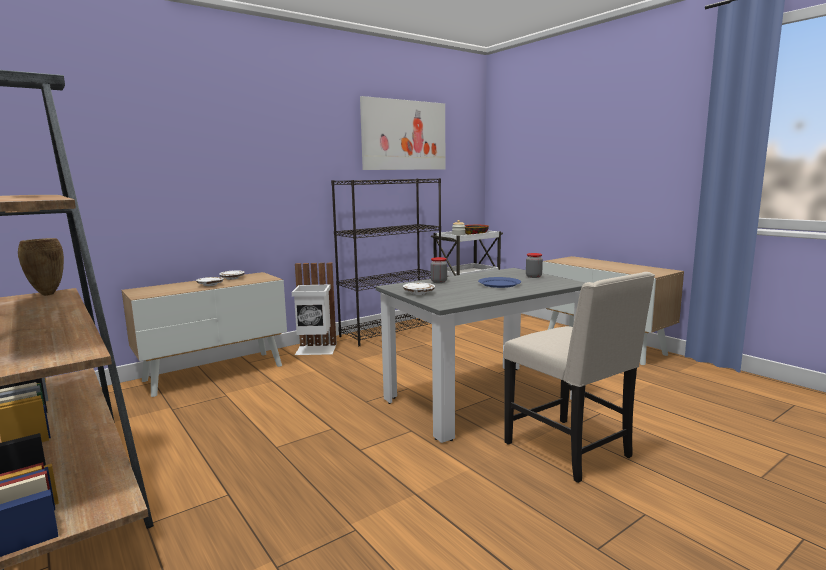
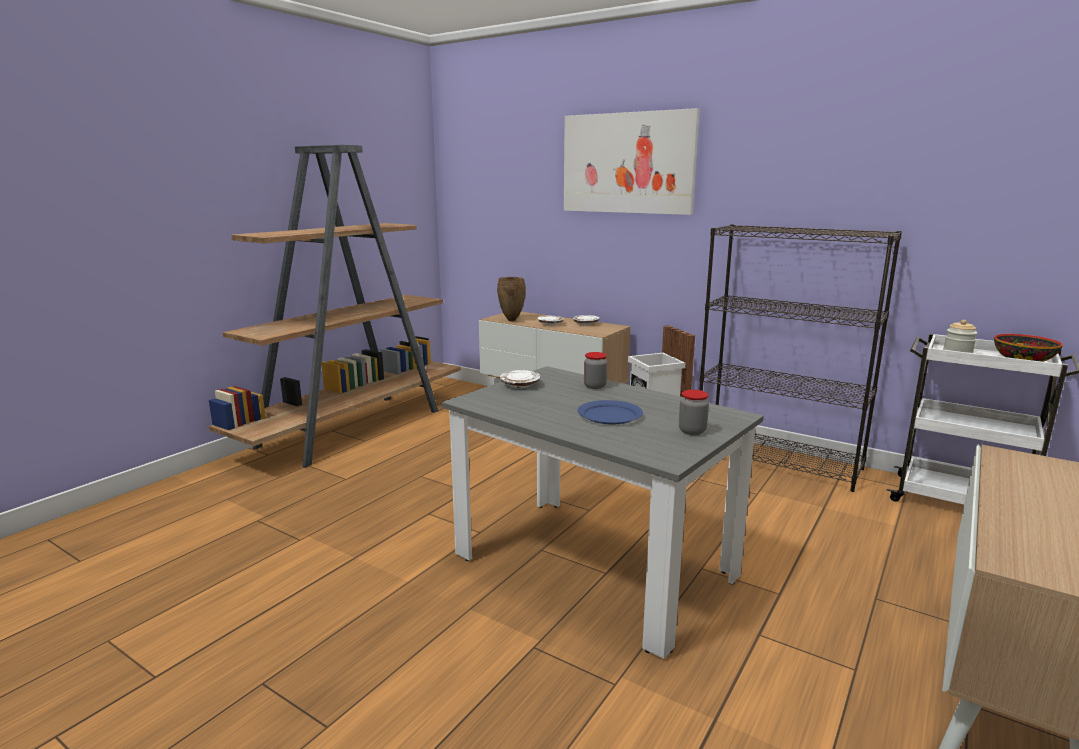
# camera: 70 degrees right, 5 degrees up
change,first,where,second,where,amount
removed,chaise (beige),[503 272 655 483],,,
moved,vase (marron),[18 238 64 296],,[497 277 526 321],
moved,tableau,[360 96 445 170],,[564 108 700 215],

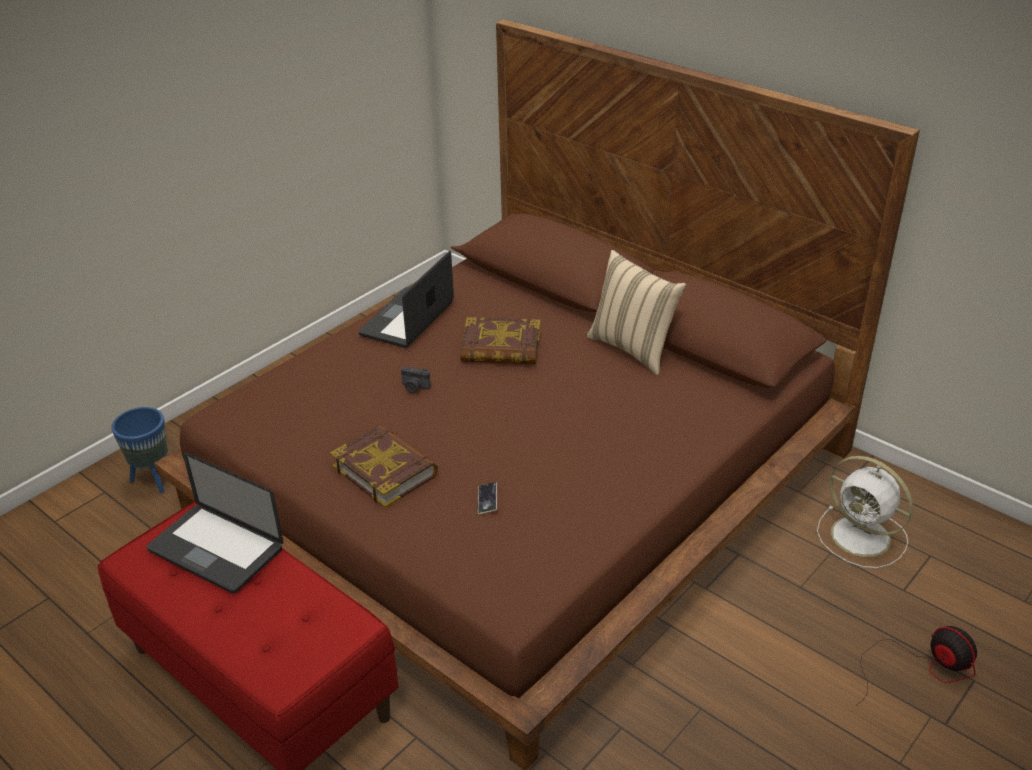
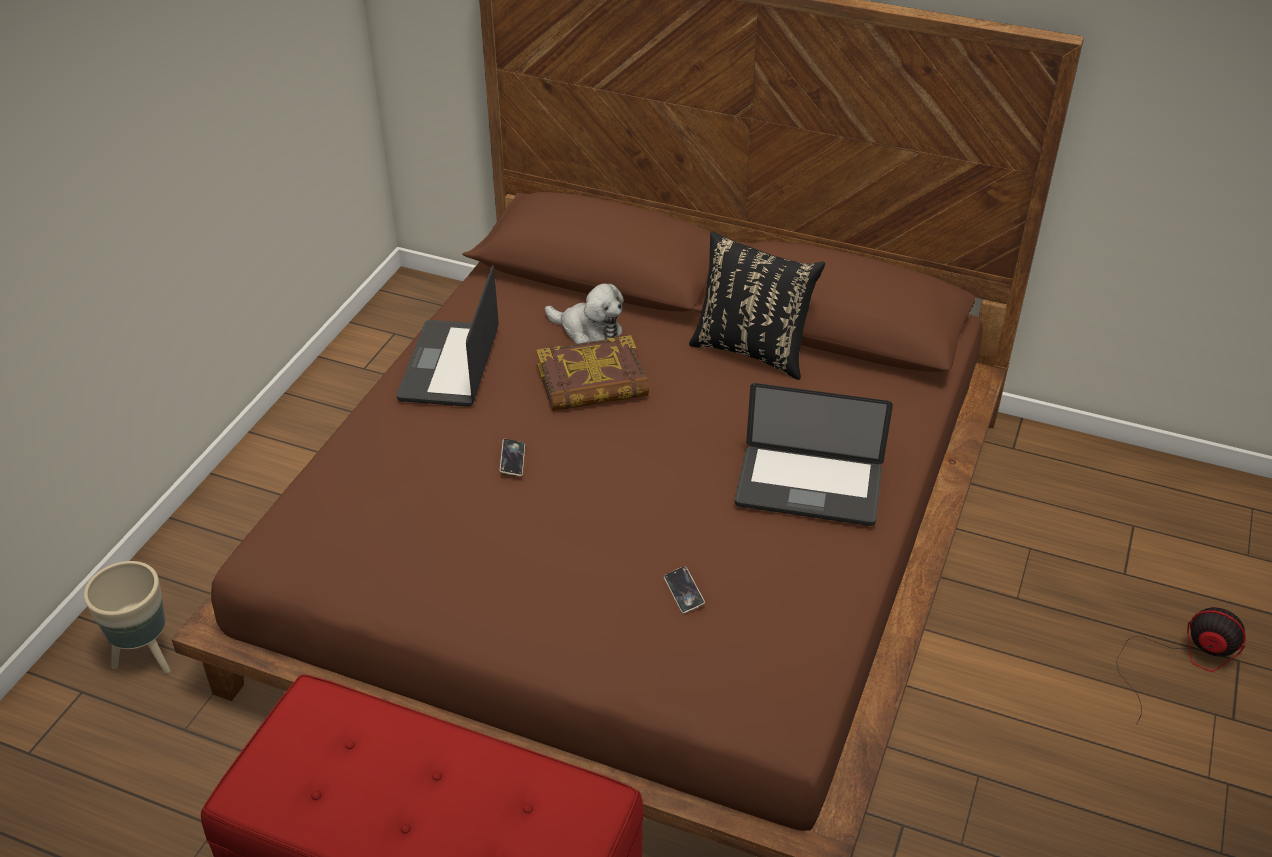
# camera: 20 degrees left, 5 degrees up
change,first,where,second,where,amount
removed,livre,[330 425 438 508],,,
removed,ventilateur (blanc),[817 456 913 568],,,
added,,,peluche,[545 283 624 344],
moved,ordinateur portable,[147 452 283 593],,[735 383 893 526],
replaced,appareil photo,[401 367 431 393],téléphone,[500 439 525 476],
recoloured,cache-pot (bleu),[111 407 168 493],cache-pot (beige),[84 561 170 674],
recoloured,coussin (beige),[587 250 686 375],coussin (noir),[689 232 825 380],

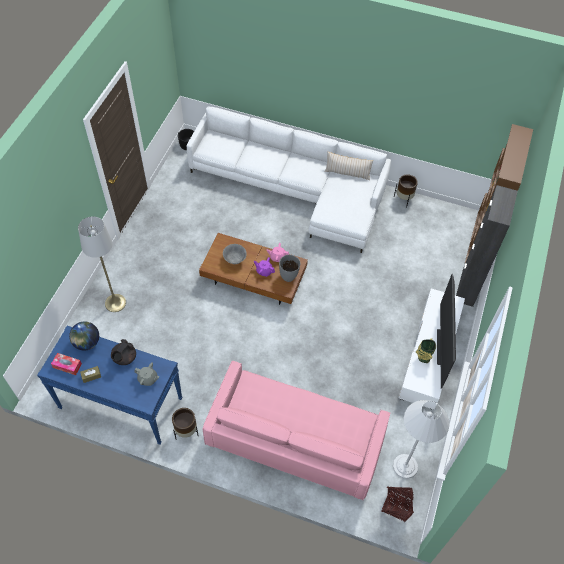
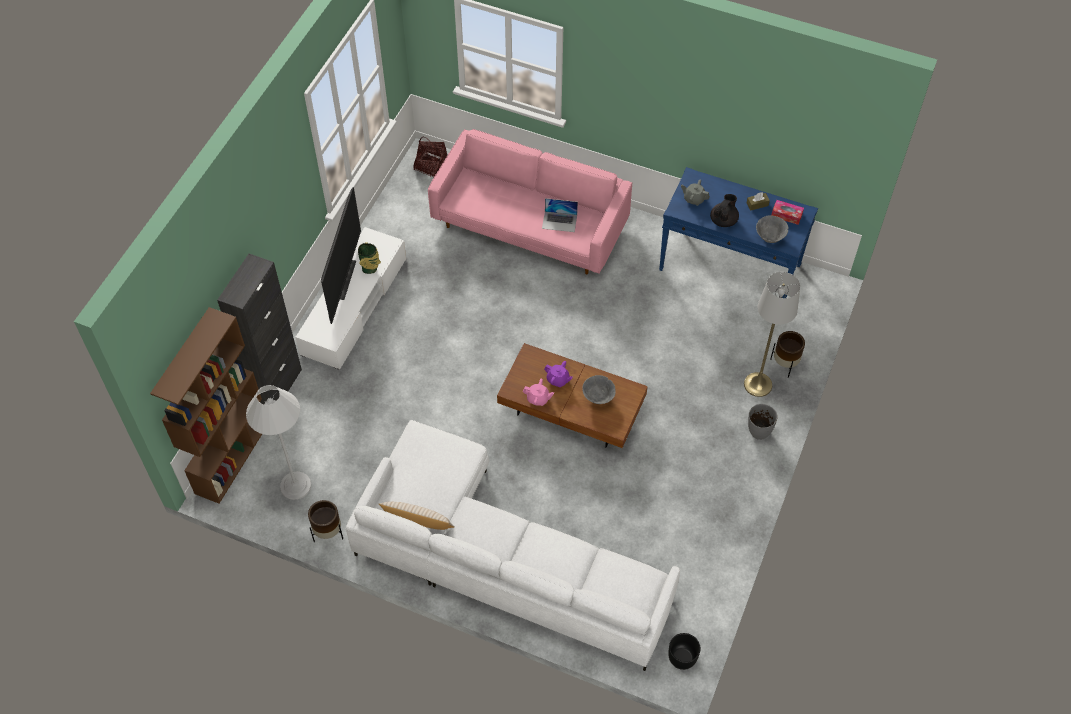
# camera: 175 degrees left, 0 degrees up
change,first,where,second,where,amount
added,,,ordinateur portable,[542 198 578 232],
moved,cache-pot (marron),[172 408 199 439],,[770 331 805 378],
moved,vase (gris),[279 254 300 282],,[748 404 778 440],
moved,lampadaire (blanc),[393 400 449 479],,[246 385 311 500],
replaced,globe,[69 321 99 351],bol (gris),[756 215 788 243],

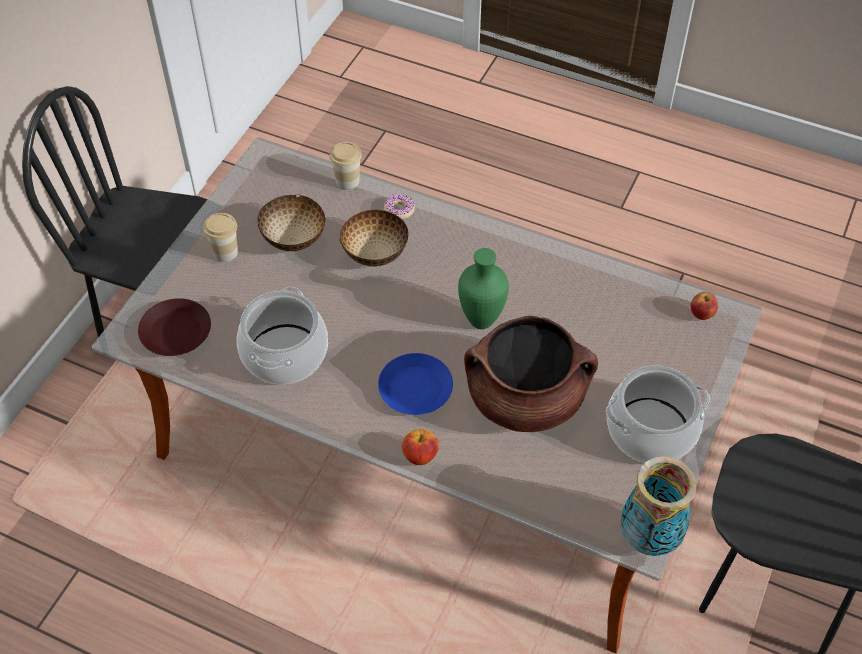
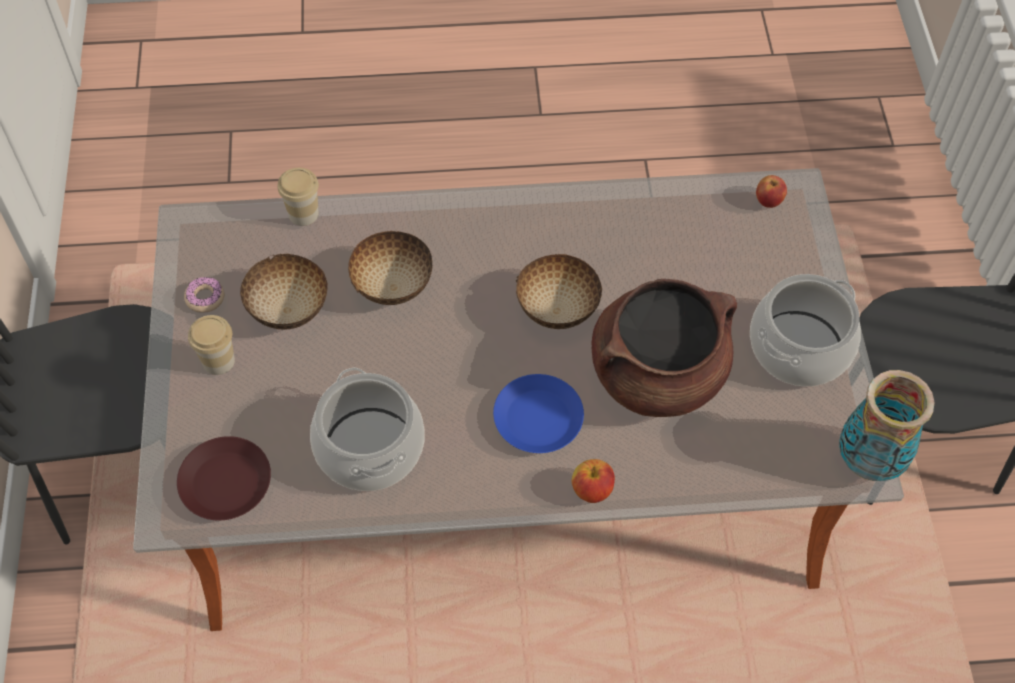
# camera: 30 degrees left, 5 degrees up
change,first,where,second,where,amount
moved,beignet,[384 194 415 220],,[184 277 224 312],
replaced,vase (vert),[458 248 509 329],bol,[516 254 602 329],

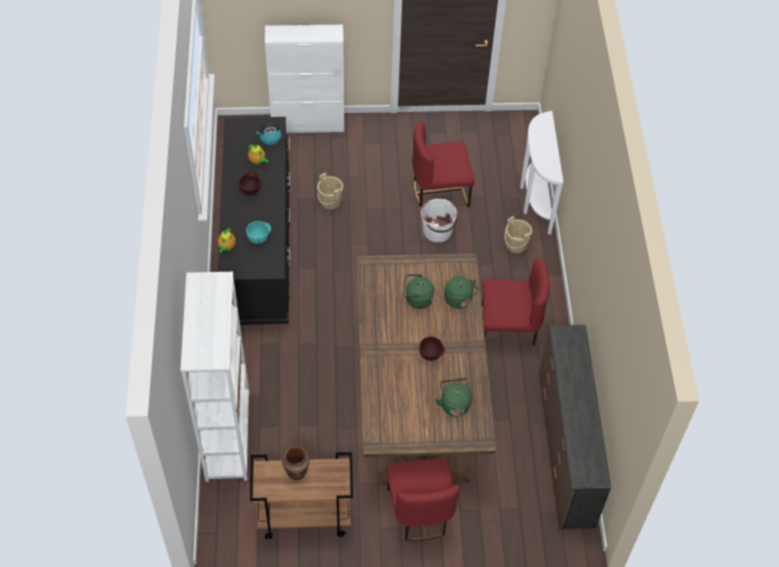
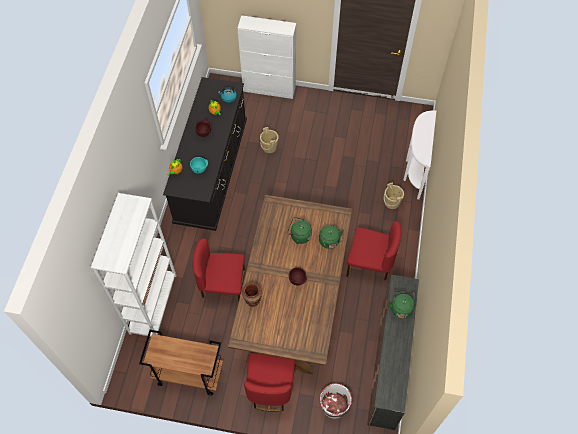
# camera: 15 degrees right, 5 degrees up
change,first,where,second,where,amount
moved,vase (marron),[281 446 310 480],,[242 283 262 307],
moved,chaise (rouge),[412 121 475 208],,[193 238 245 300],
moved,seau (blanc),[421 198 458 242],,[320 384 352 418],
moved,bouilloire (vert),[435 378 472 417],,[387 291 415 318],

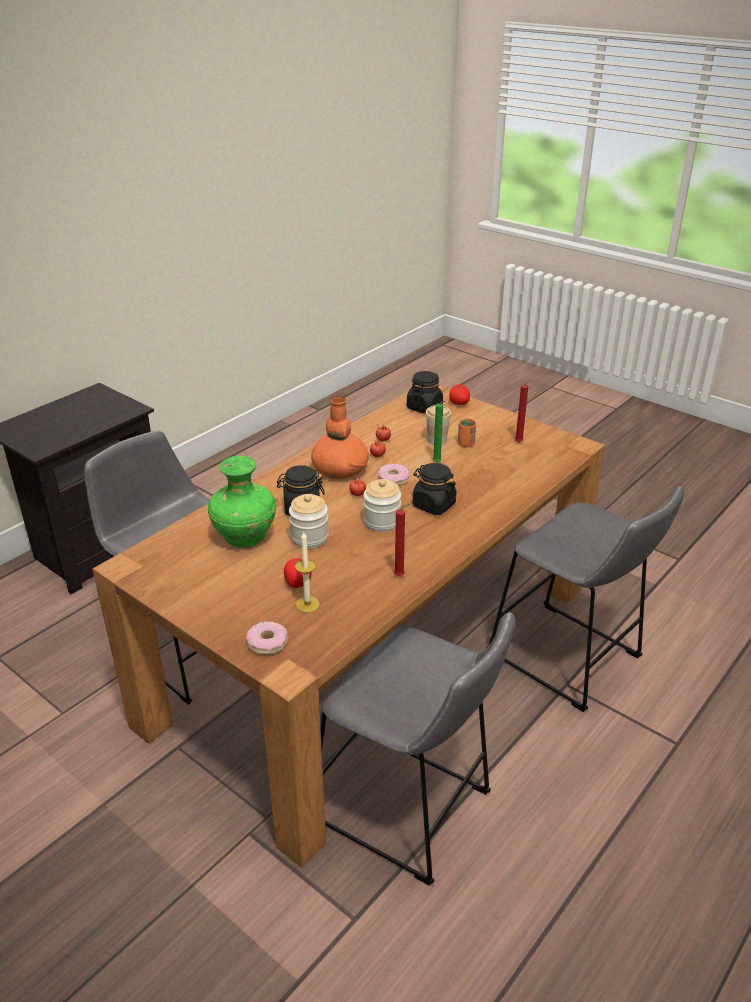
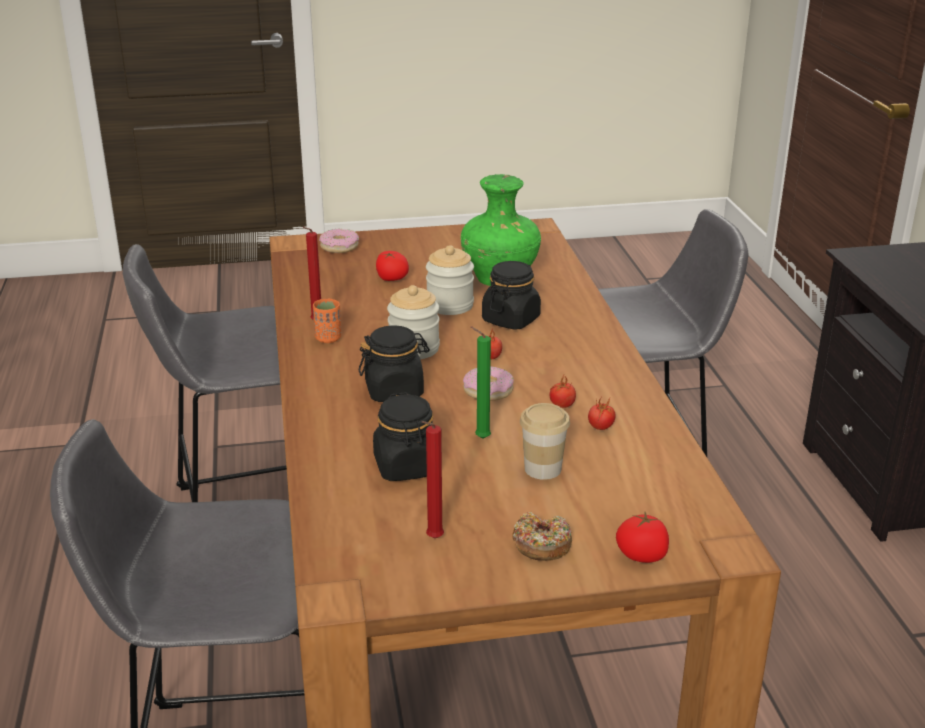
# camera: 130 degrees right, 5 degrees down
change,first,where,second,where,amount
removed,bougie,[295 531 320 613],,,
removed,vase (orange),[311 396 369 479],,,
added,,,beignet,[512 512 572 561],
moved,bocal (noir),[407 371 443 414],,[373 392 433 481],
moved,tasse (orange),[458 419 476 447],,[313 299 341 343],

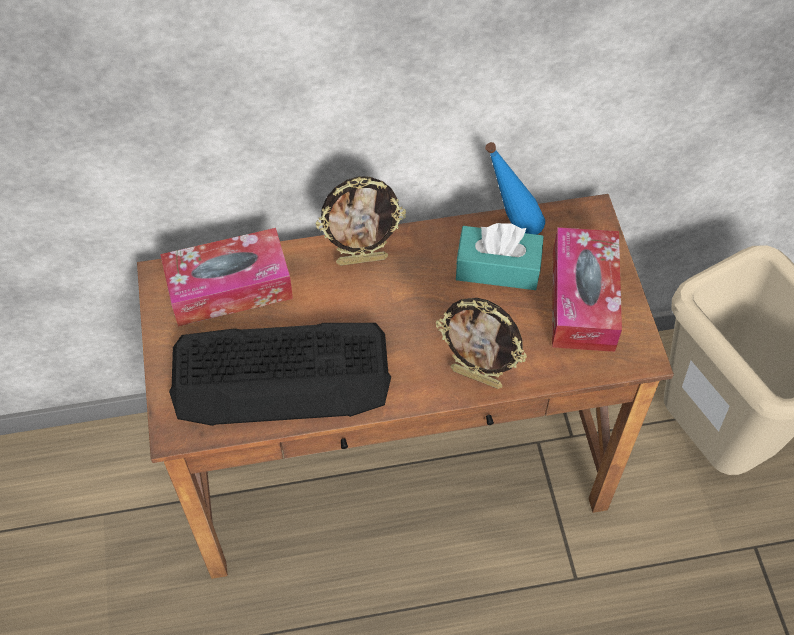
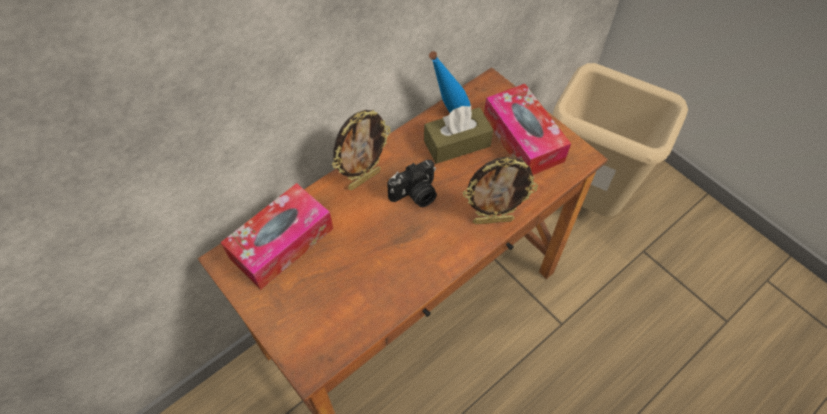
# camera: 30 degrees left, 0 degrees up
change,first,where,second,where,amount
removed,clavier,[169 323 391 426],,,
added,,,appareil photo,[387 160 437 207],
recoloured,boîte à mouchoirs (turquoise),[456 223 544 290],boîte à mouchoirs (marron),[424 106 493 164],

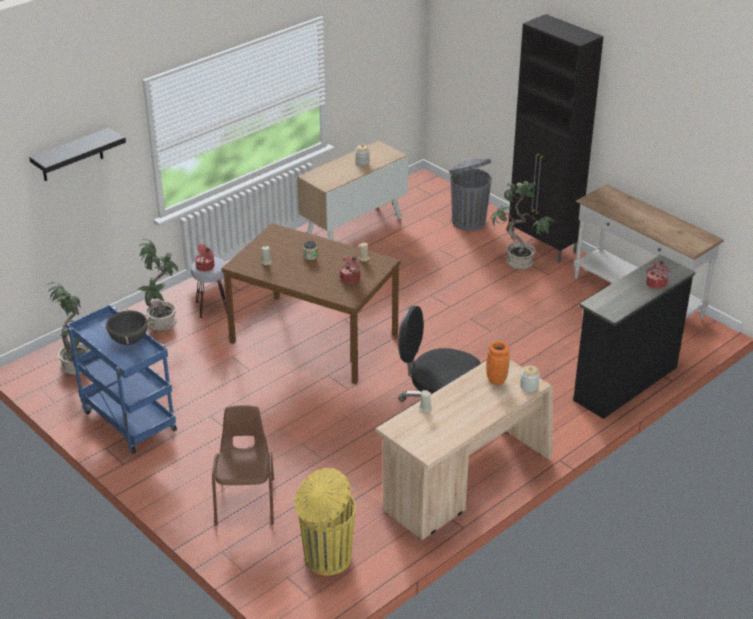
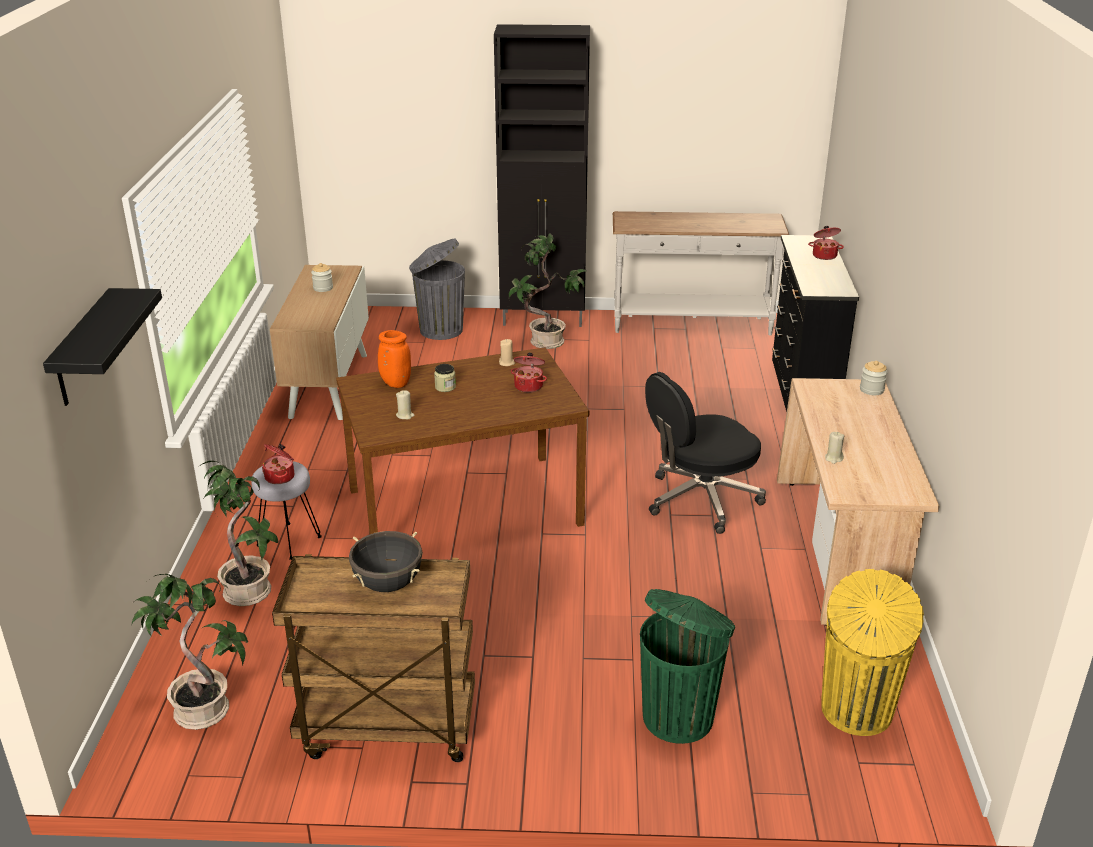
# camera: 45 degrees left, 5 degrees down
change,first,where,second,where,amount
moved,vase (orange),[486 341 510 385],,[378 330 411 388],
replaced,chaise (marron),[212 405 274 526],poubelle (vert),[640 589 735 744],
recoloured,chariot (bleu),[67 305 177 454],chariot (marron),[272 554 475 762],

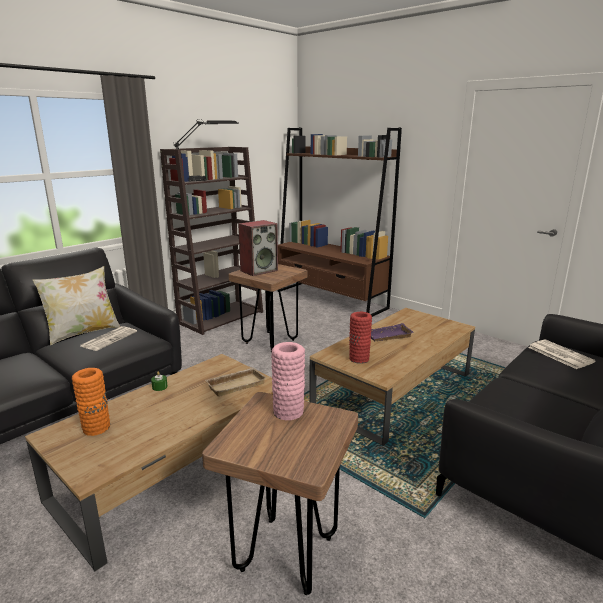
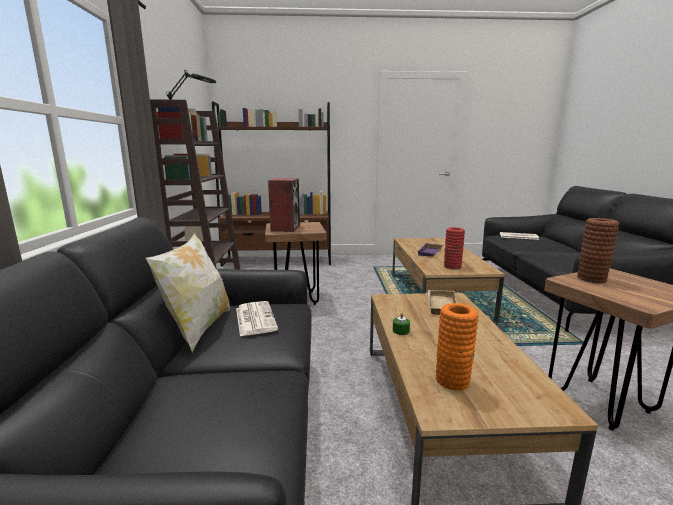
# camera: 45 degrees left, 5 degrees down
change,first,where,second,where,amount
recoloured,vase (rose),[271 342 305 420],vase (marron),[577 218 619 283],

